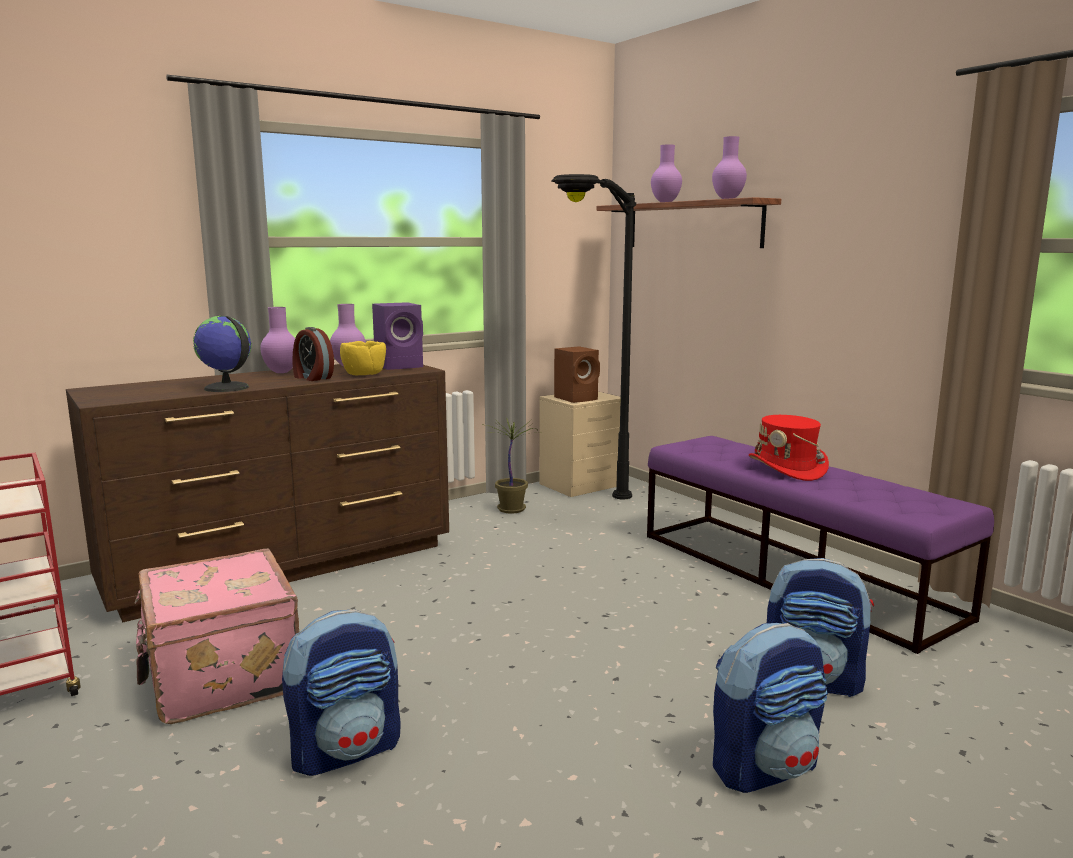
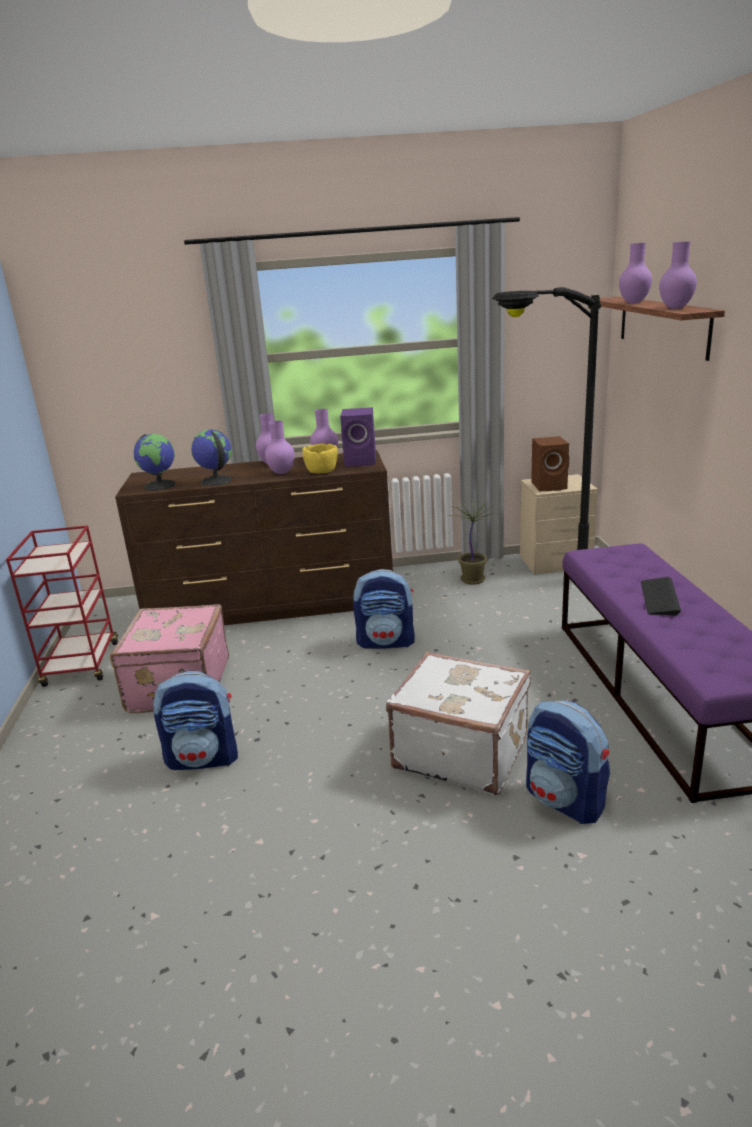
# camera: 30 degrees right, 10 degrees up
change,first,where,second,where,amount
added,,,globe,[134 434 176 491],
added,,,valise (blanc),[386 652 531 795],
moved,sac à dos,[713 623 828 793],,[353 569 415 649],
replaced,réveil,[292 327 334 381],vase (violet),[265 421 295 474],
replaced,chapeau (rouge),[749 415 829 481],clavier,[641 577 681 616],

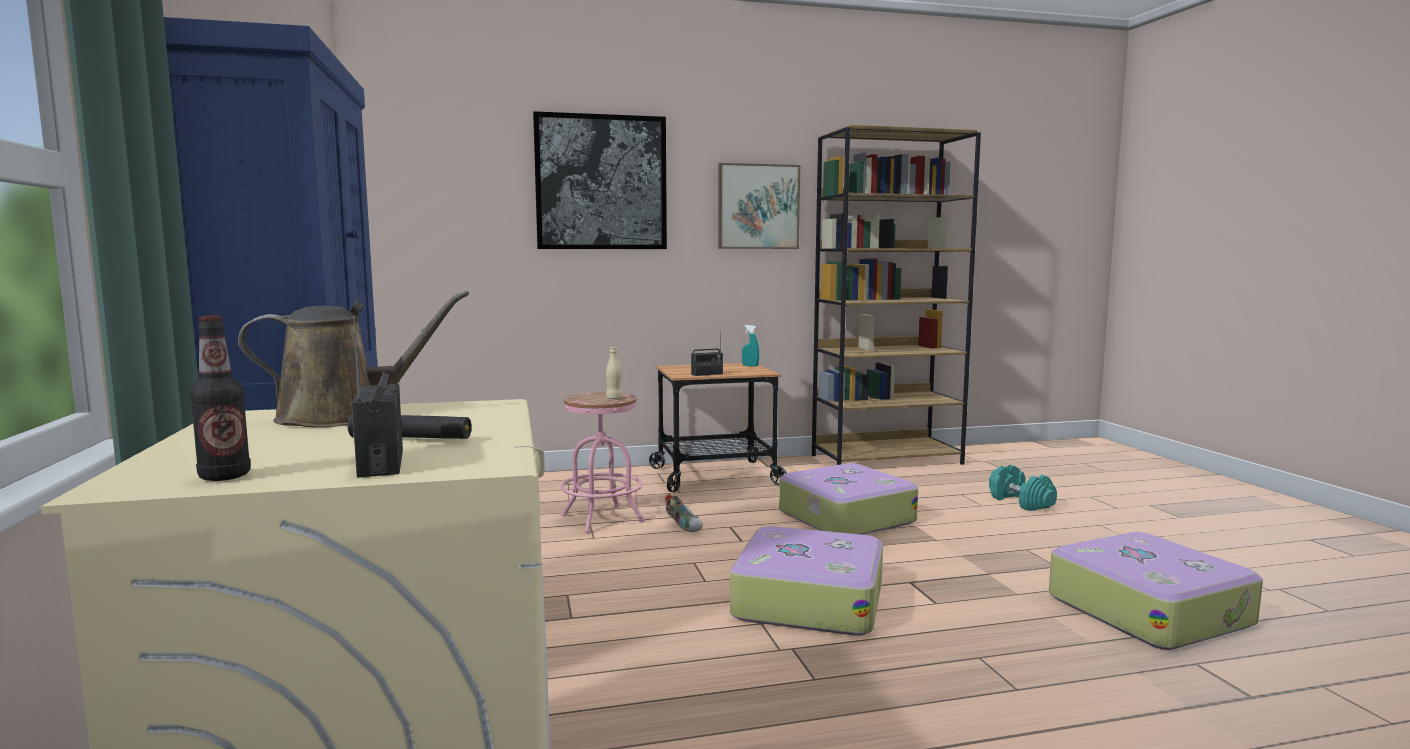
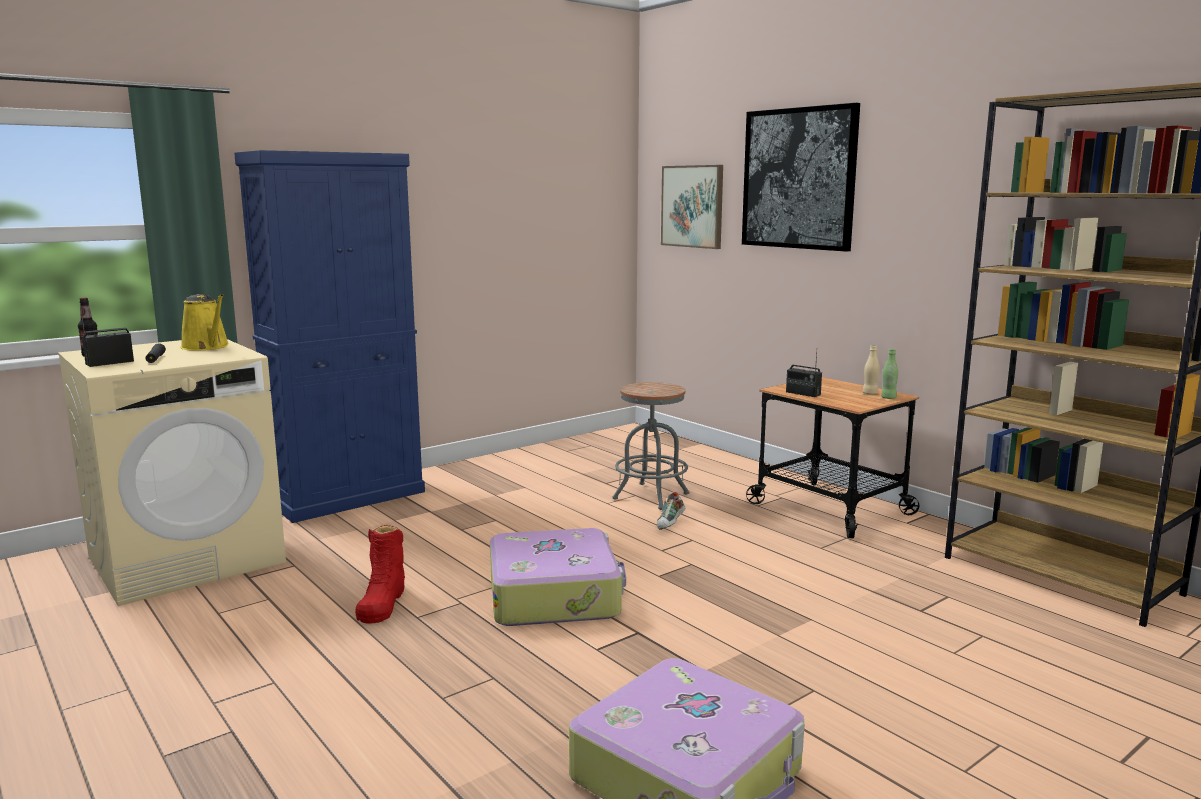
# camera: 65 degrees right, 5 degrees up
change,first,where,second,where,amount
removed,valise,[779 463 918 535],,,
removed,haltère (turquoise),[989 465 1057 511],,,
added,,,botte (rouge),[355 525 405 624],
moved,bouteille (beige),[606 347 622 399],,[863 345 880 395],
moved,tableau,[718 163 800 249],,[661 165 723 249],
replaced,vaporisateur (turquoise),[742 325 759 367],bouteille (vert),[881 349 898 399],
recoloured,arrosoir (marron),[238 290 469 427],arrosoir (jaune),[180 294 229 351],
recoloured,tabouret (rose),[561 392 645 533],tabouret (gris),[613 382 689 510],

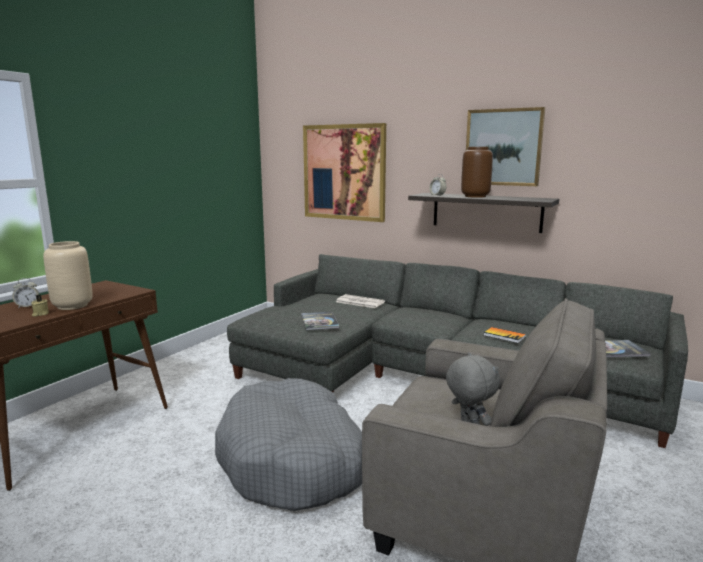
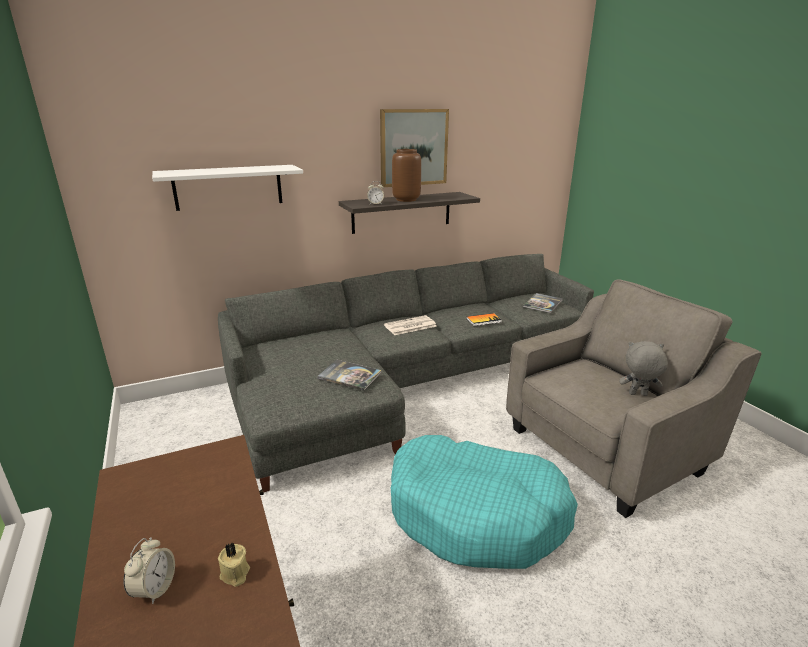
# camera: 55 degrees left, 10 degrees up
change,first,where,second,where,amount
removed,vase (beige),[43 241 93 310],,,
moved,journal,[336 294 385 308],,[384 315 437 335],
replaced,tableau,[303 123 386 222],étagère (blanc),[152 165 303 211],
recoloured,panier pour chien (gris),[215 378 362 511],panier pour chien (turquoise),[391 435 578 569],

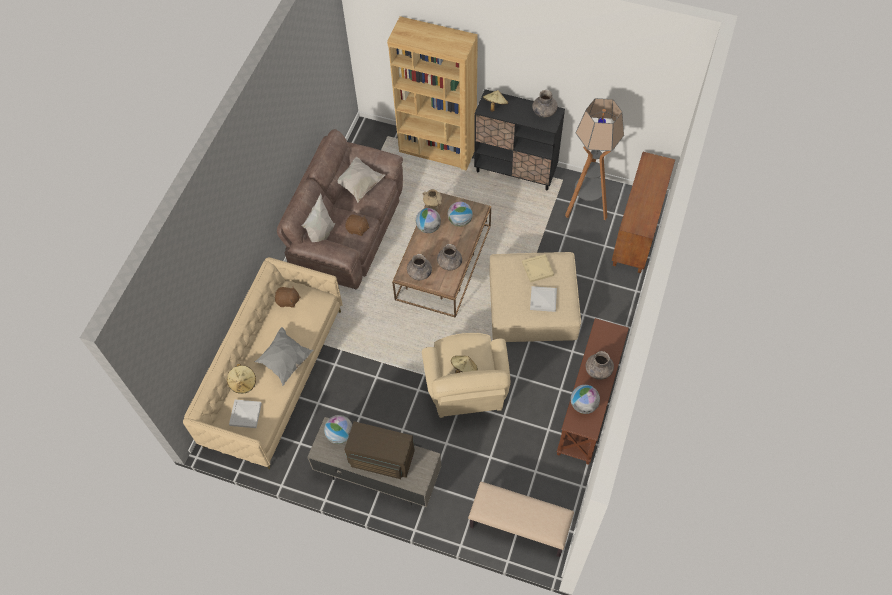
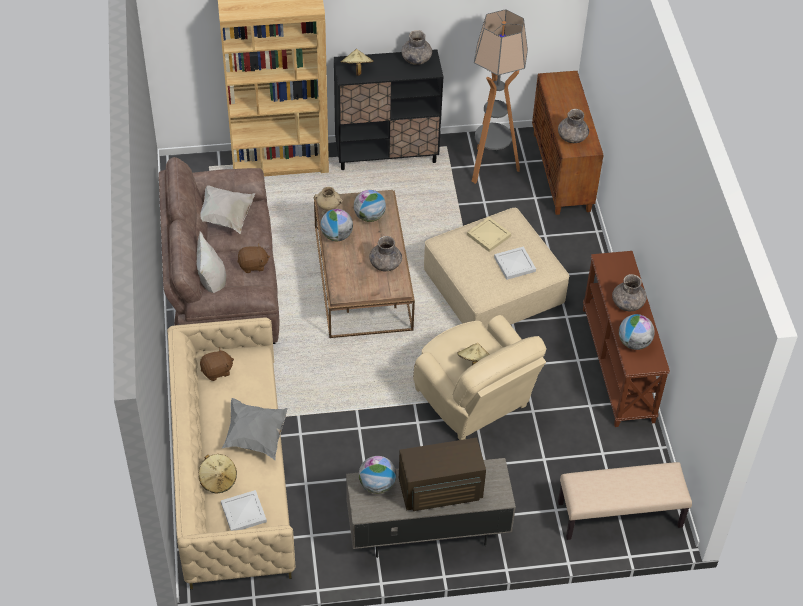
# camera: 30 degrees left, 10 degrees down
change,first,where,second,where,amount
moved,vase (gris),[407 254 432 280],,[558 109 589 143],

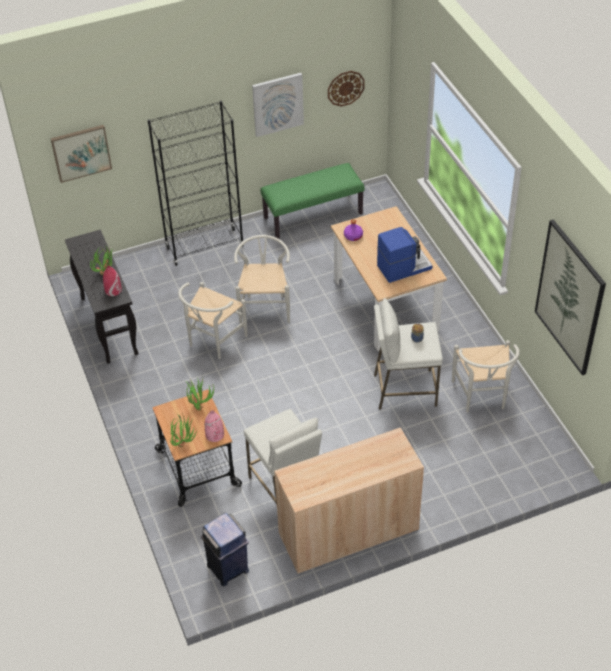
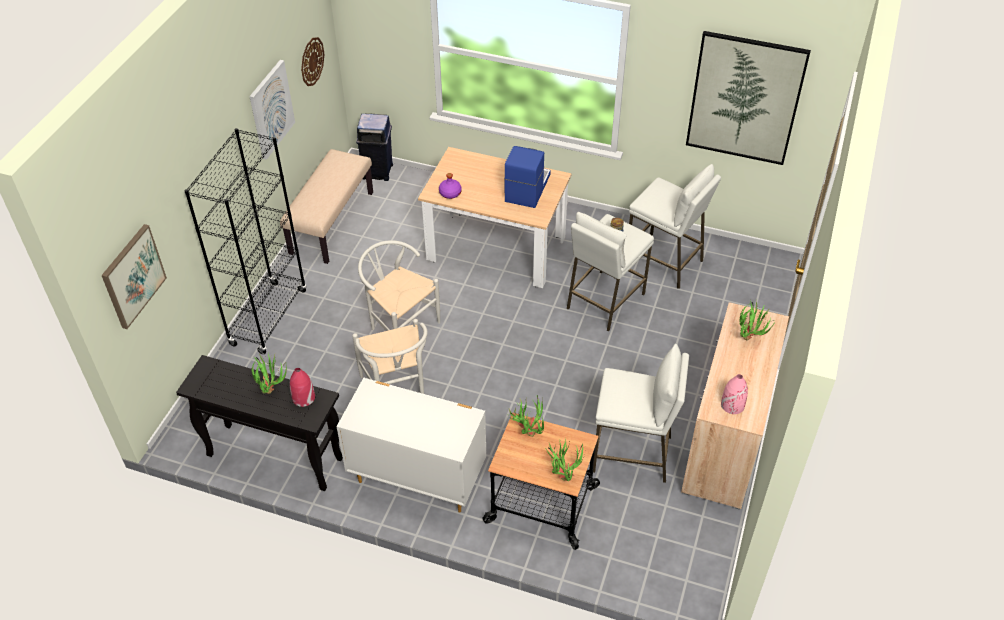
# camera: 50 degrees left, 0 degrees up
change,first,where,second,where,amount
added,,,commode (blanc),[336 377 487 513],
added,,,plante en pot,[739 300 776 340],
moved,poubelle (bleu),[201 513 249 587],,[356 113 393 181],
moved,vase (rose),[205 410 224 442],,[721 374 748 414],
replaced,chaise (blanc),[452 340 520 412],tabouret (blanc),[629 164 721 289],
recoloured,banc (vert),[261 163 365 239],banc (beige),[280 149 373 264],

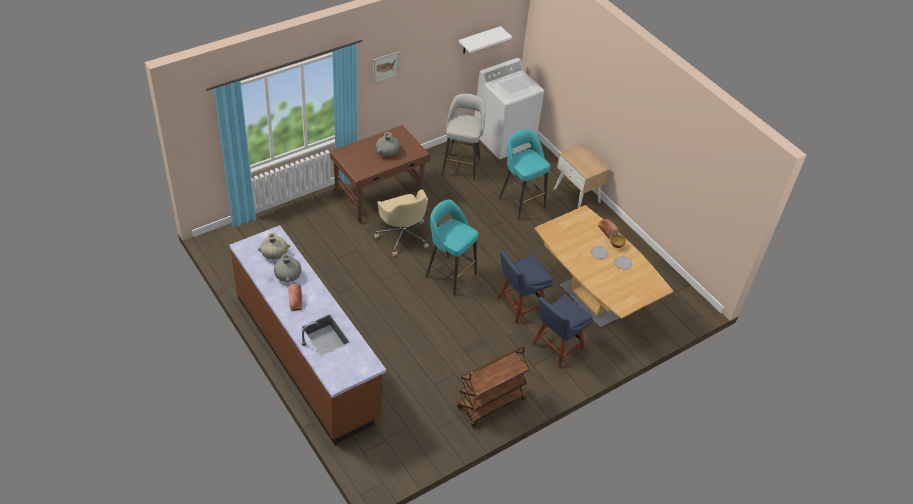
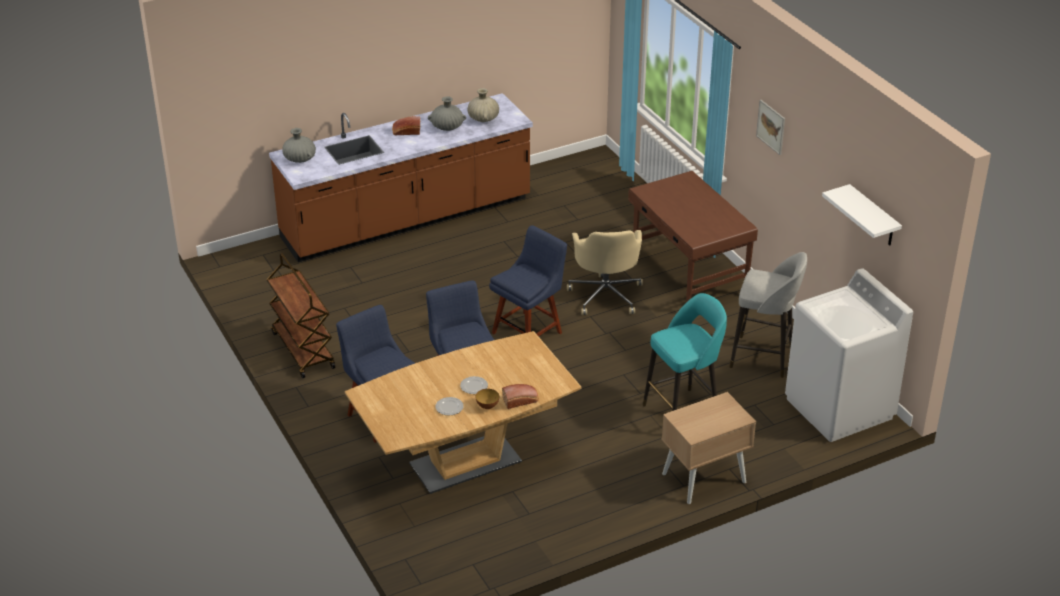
# camera: 100 degrees right, 10 degrees down
change,first,where,second,where,amount
moved,vase (gris),[376 132 399 156],,[282 128 316 163],
replaced,tabouret (turquoise),[425 200 479 295],chaise (bleu),[489 225 567 336],
turned,chaise de bureau (beige),[374 190 429 257],,[567 230 643 315],75 degrees counterclockwise

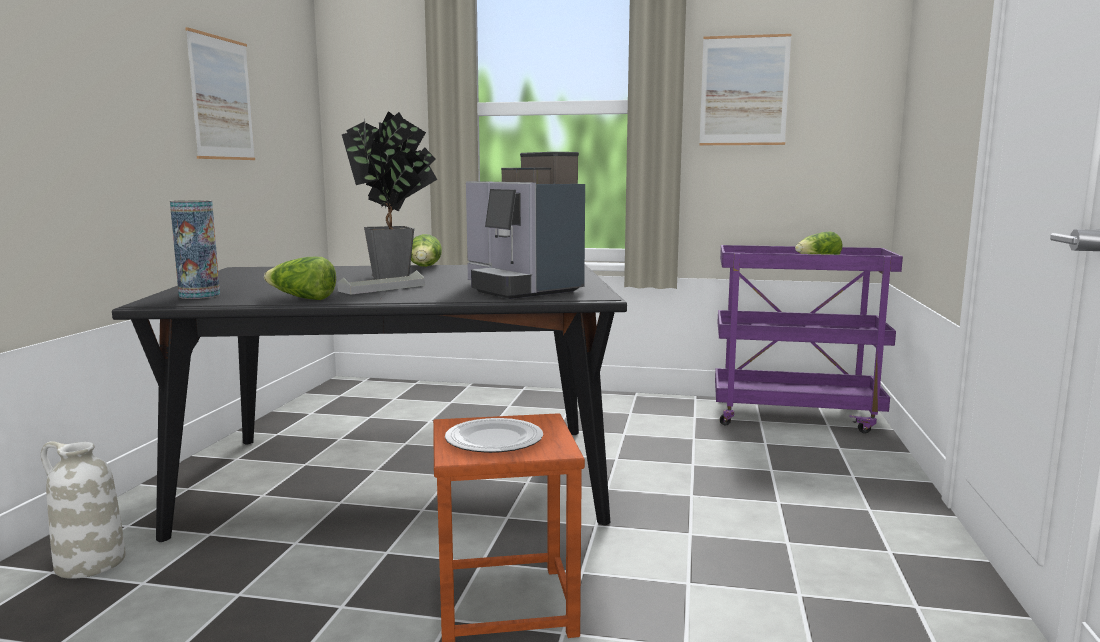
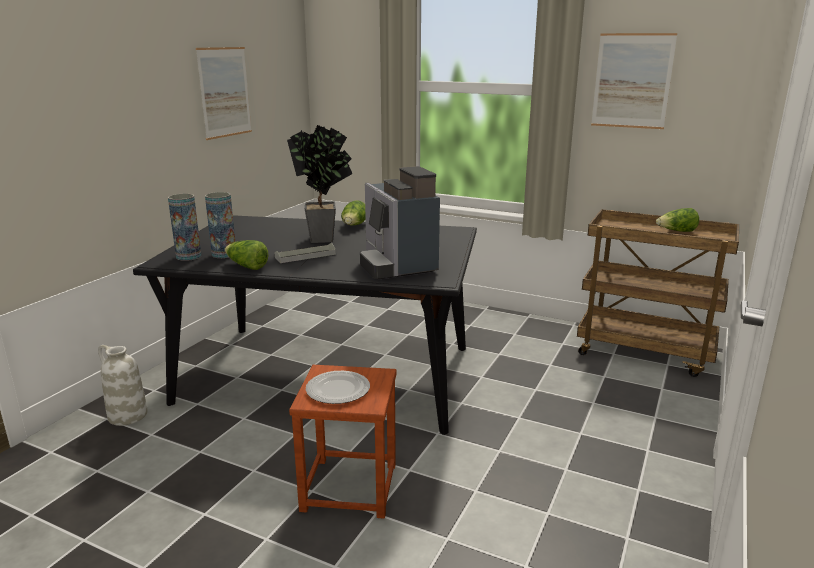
# camera: 15 degrees right, 10 degrees up
change,first,where,second,where,amount
added,,,vase,[205 192 235 258],
recoloured,chariot (violet),[715 245 903 434],chariot (marron),[577 209 739 377],

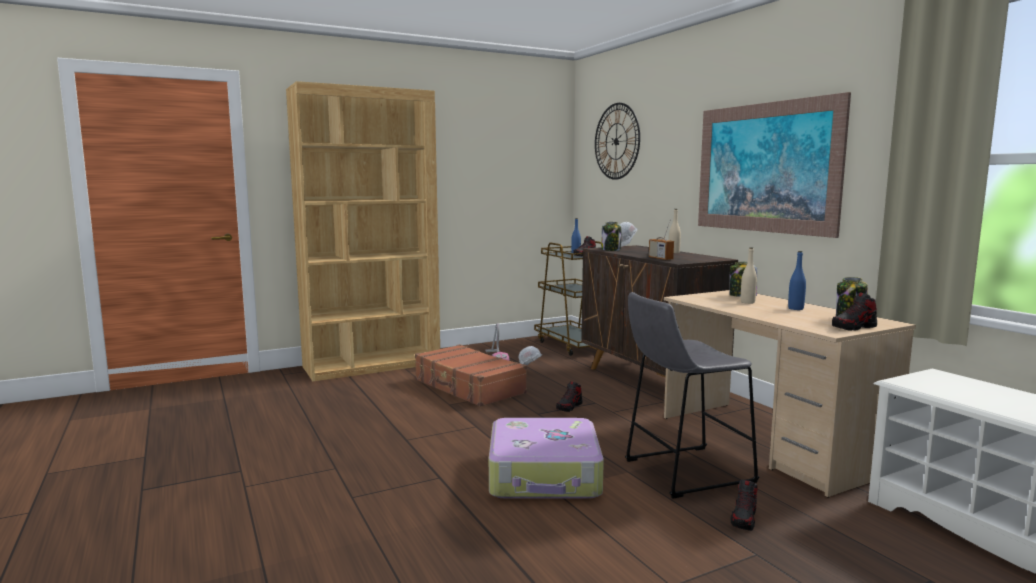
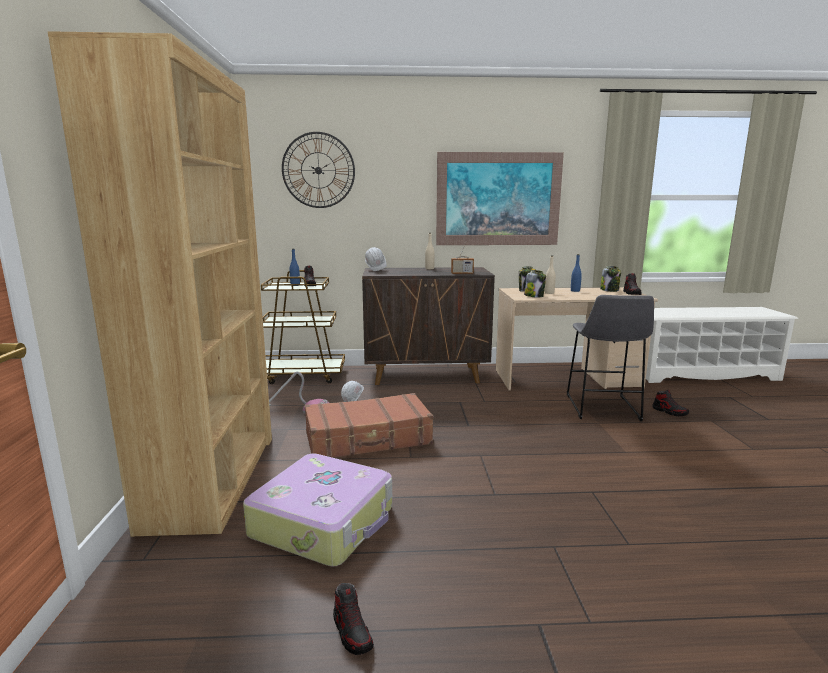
# camera: 65 degrees left, 5 degrees up
change,first,where,second,where,amount
moved,valise,[489 418 604 499],,[243 453 392 567],
moved,chaussure,[556 381 582 412],,[333 583 374 655],
moved,bocal,[602 222 621 251],,[524 270 546 298],

